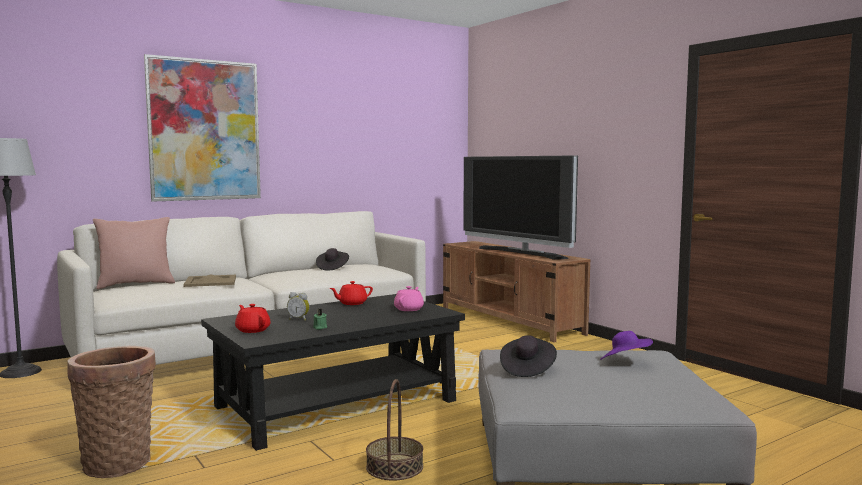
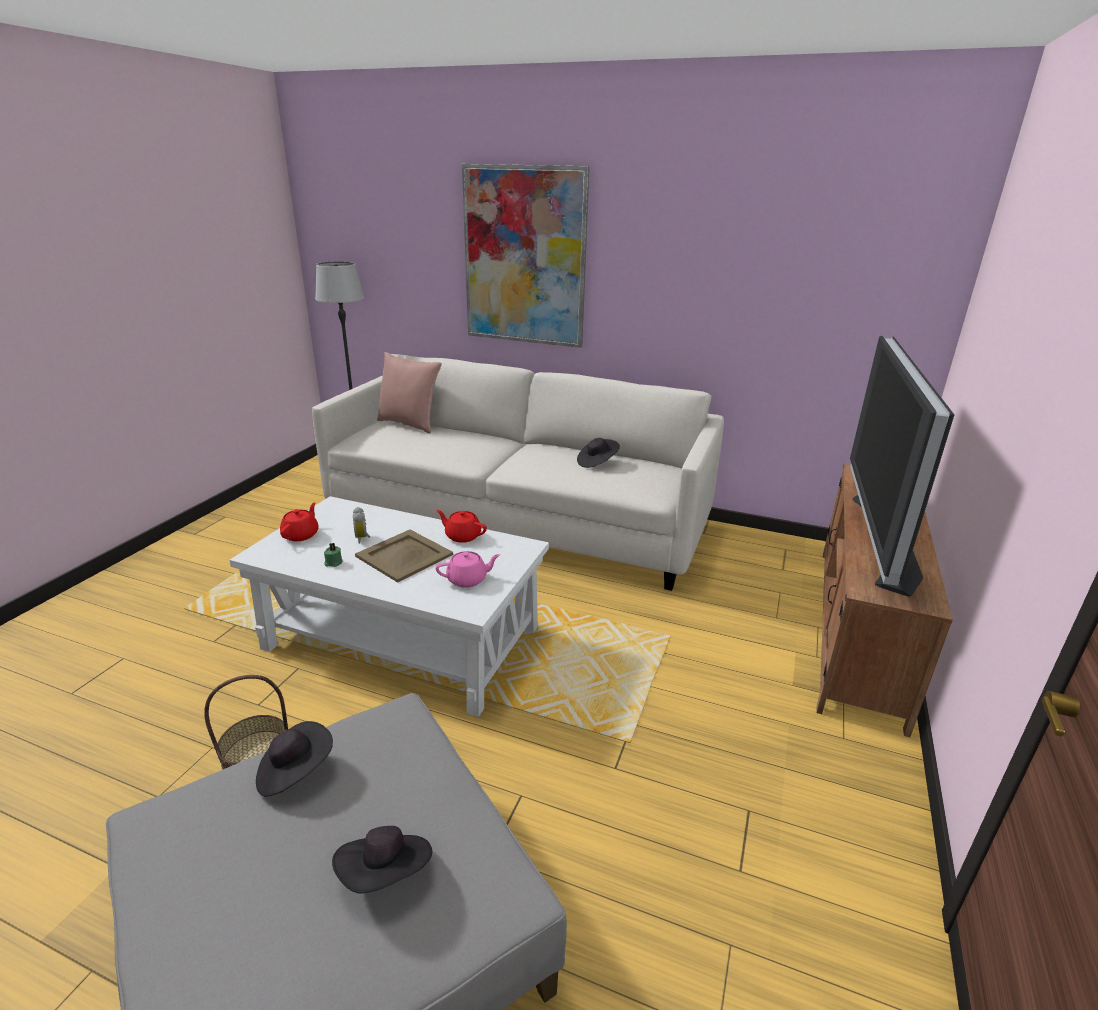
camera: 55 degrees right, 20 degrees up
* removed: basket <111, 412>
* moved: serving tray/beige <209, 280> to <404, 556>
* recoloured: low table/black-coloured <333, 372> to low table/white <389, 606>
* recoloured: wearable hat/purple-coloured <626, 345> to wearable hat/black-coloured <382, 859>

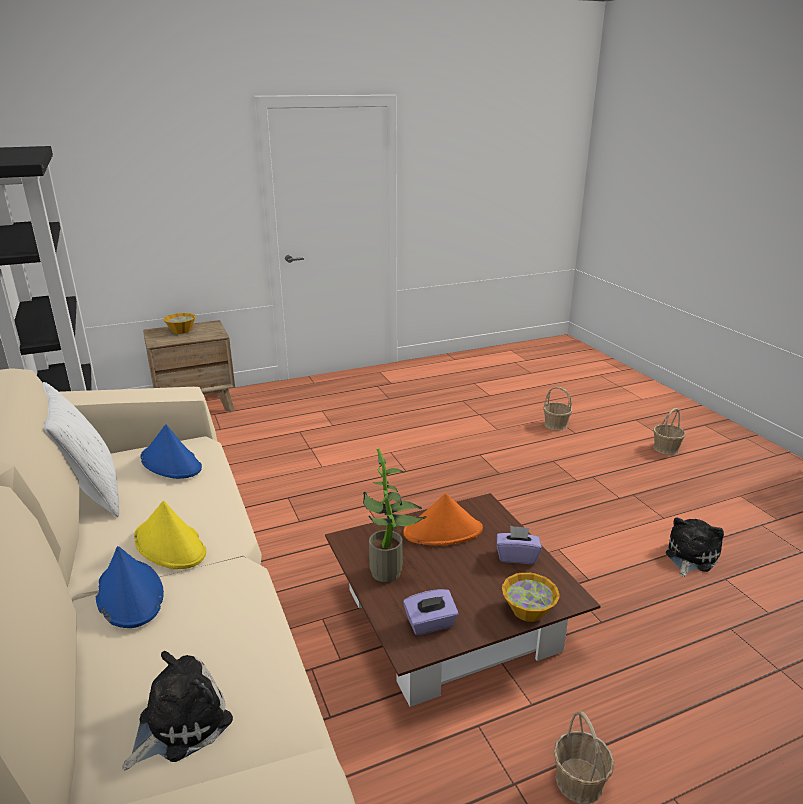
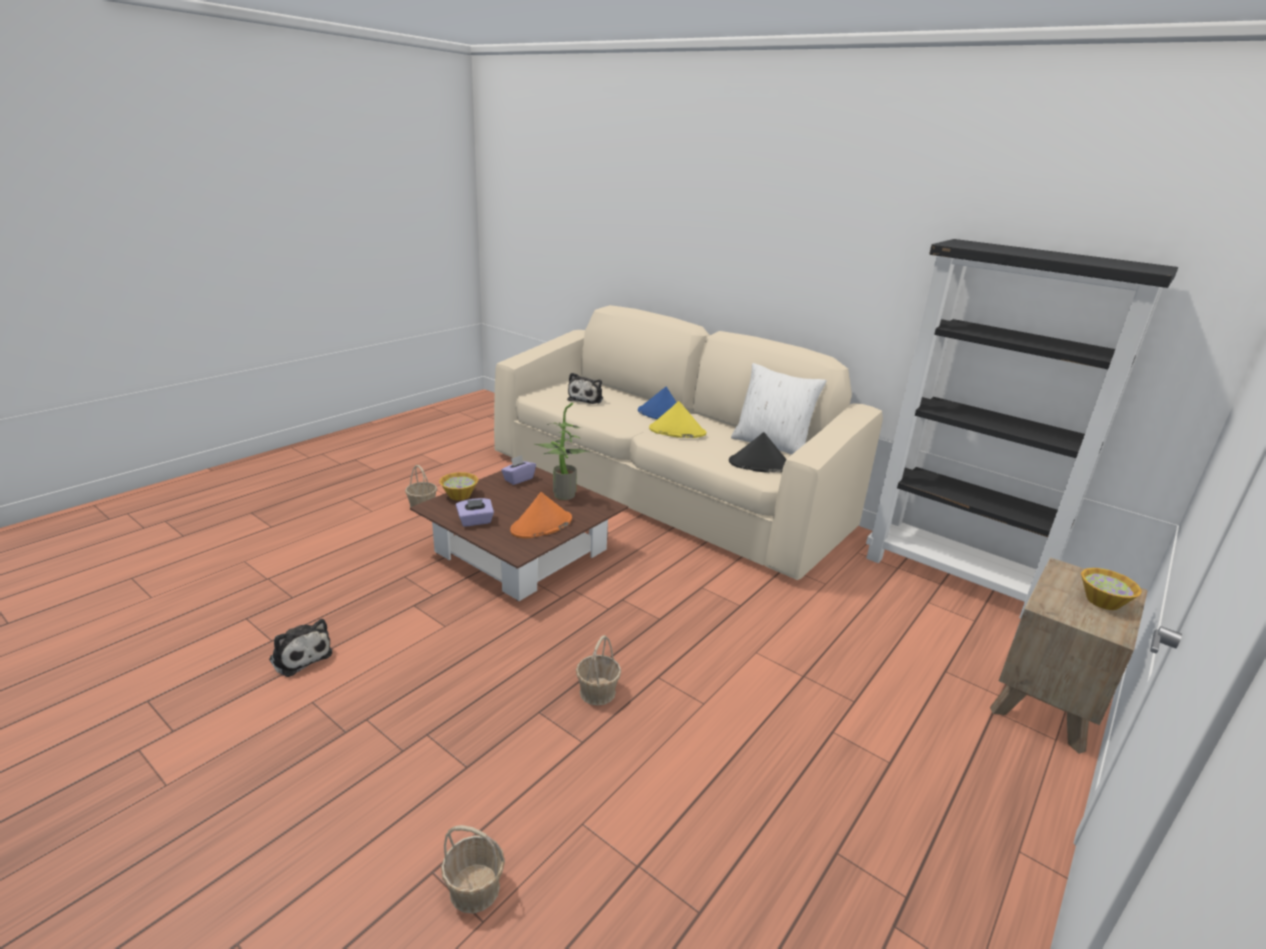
camera: 150 degrees right, 0 degrees up
* moved: basket <669, 431> to <598, 670>
* recoloured: wearable hat/blue-coloured <171, 452> to wearable hat/black-coloured <758, 452>
* turned: soft toy <695, 547> = <300, 648> 60 degrees counterclockwise

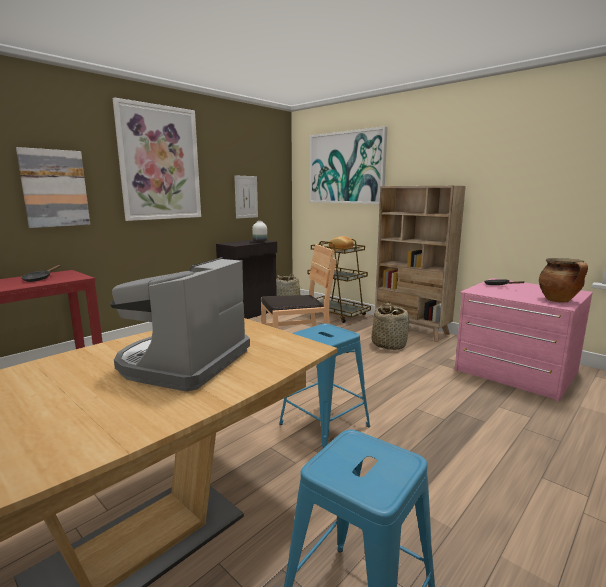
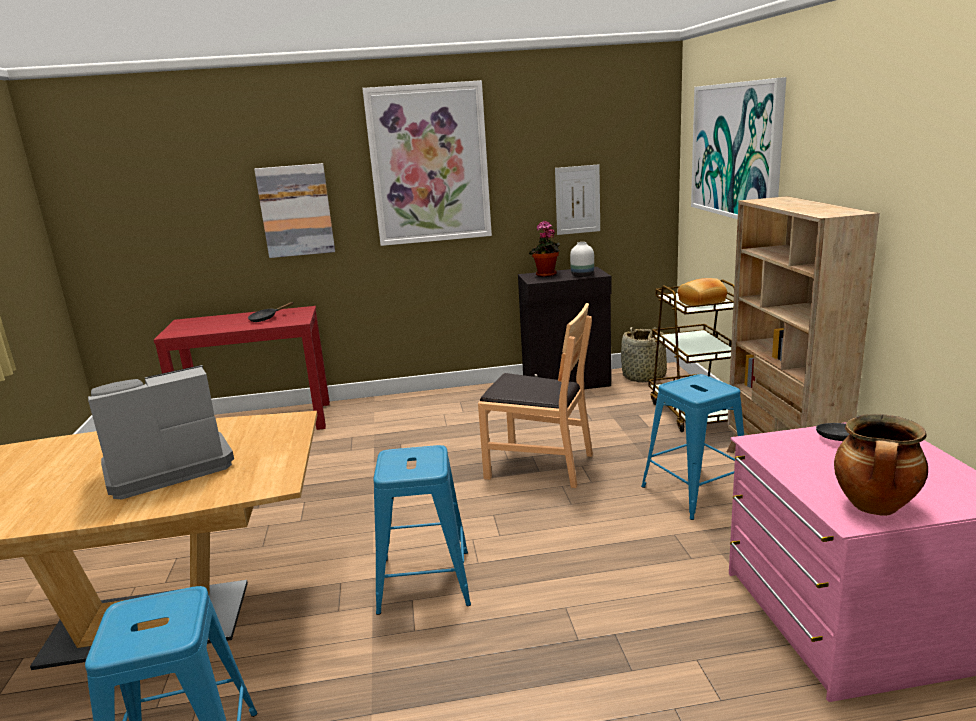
camera: 40 degrees right, 5 degrees up
* added: potted plant <544, 249>
* replaced: basket <390, 326> to stool/blue-coloured <692, 447>

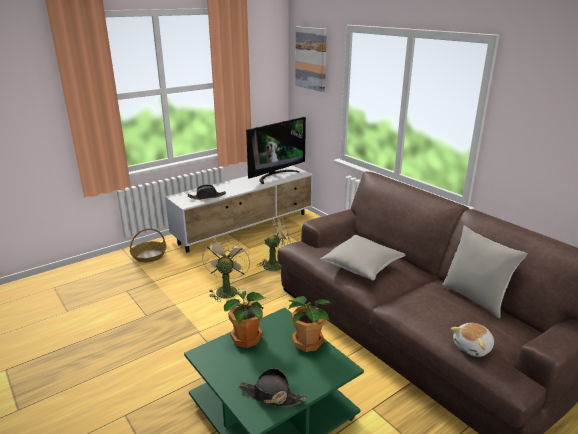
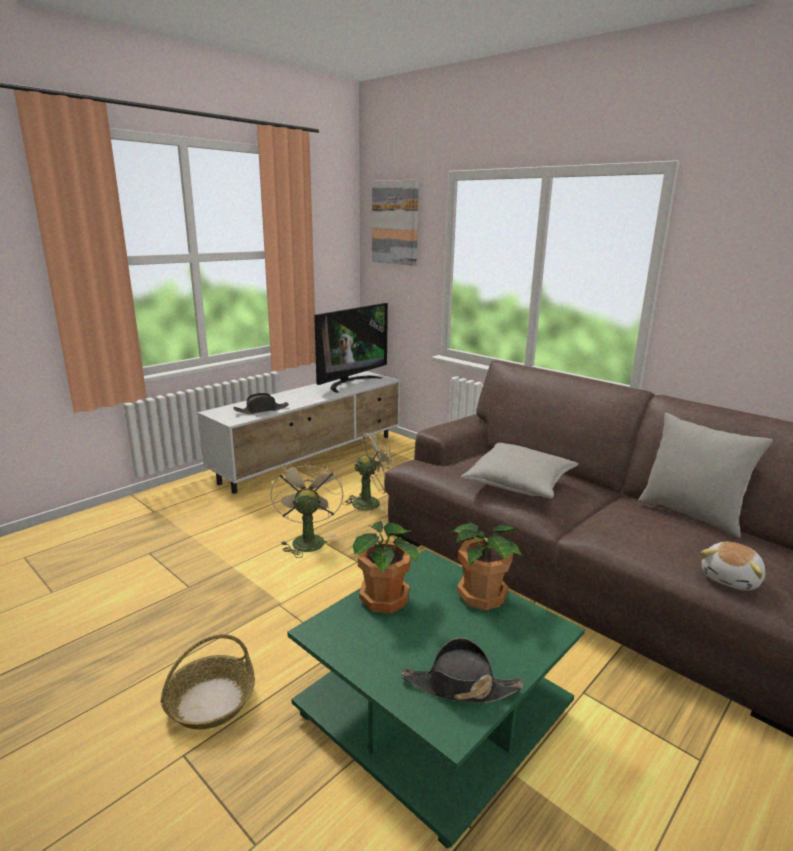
camera: 10 degrees left, 5 degrees down
* moved: basket <148, 245> to <208, 682>

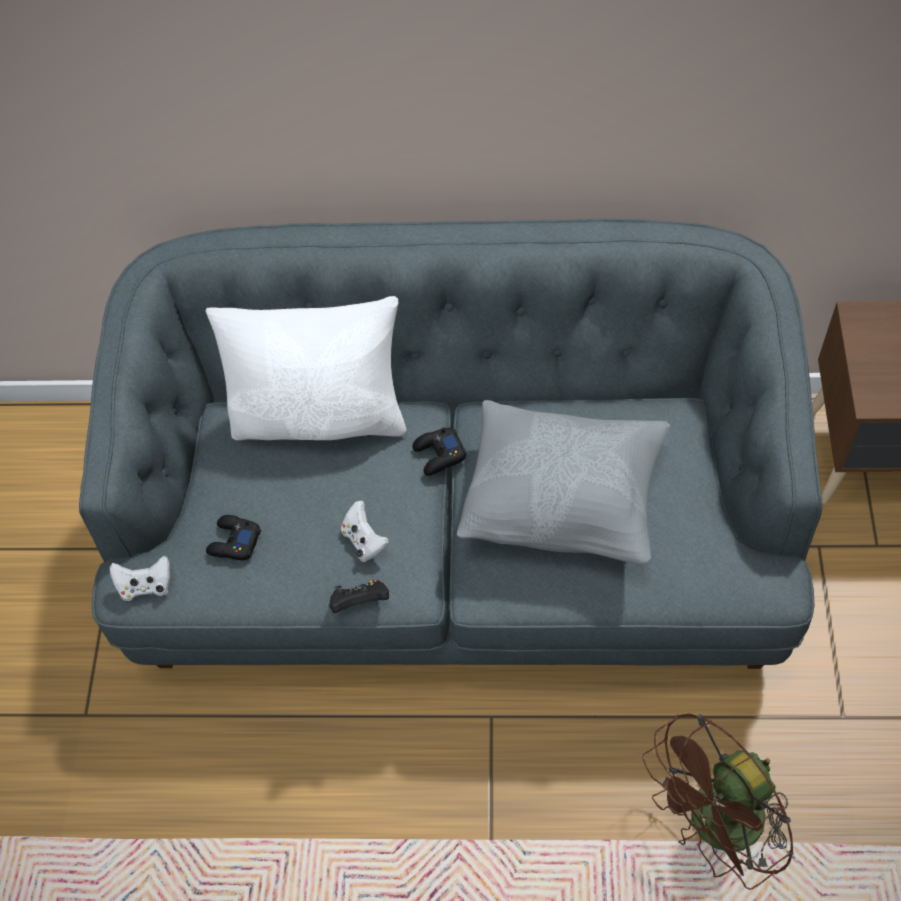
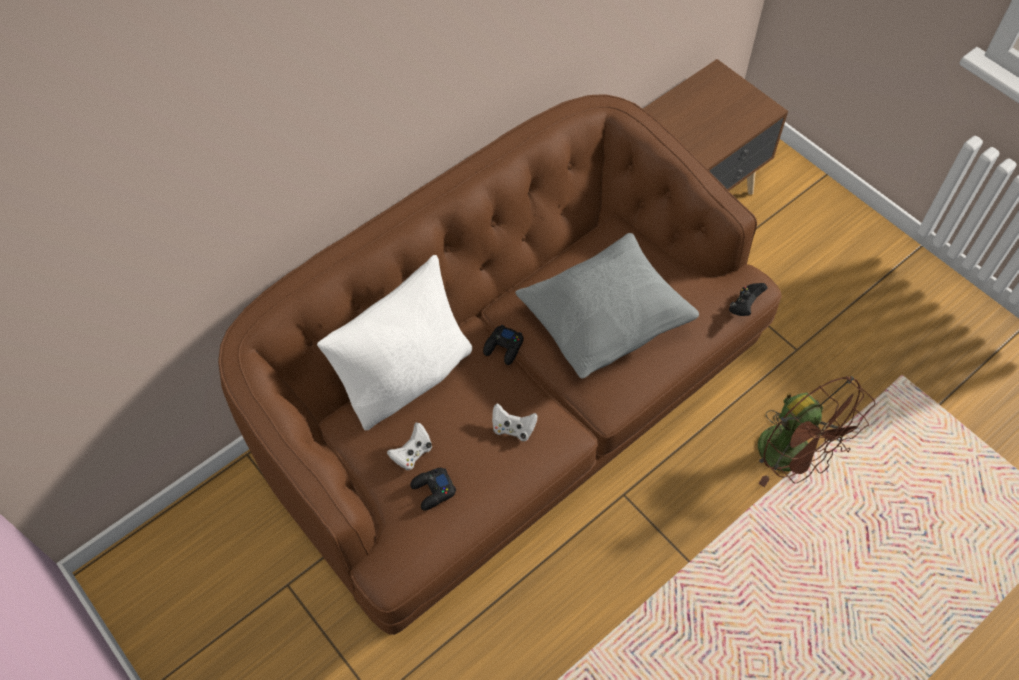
camera: 45 degrees left, 0 degrees up
* moved: gamepad/white <140, 578> to <409, 446>
* moved: gamepad/black-coloured <359, 596> to <748, 299>
* recoloured: settee/grey <450, 444> to settee/brown <500, 364>
* turned: electric fan/brown <718, 802> = <816, 431> 45 degrees counterclockwise

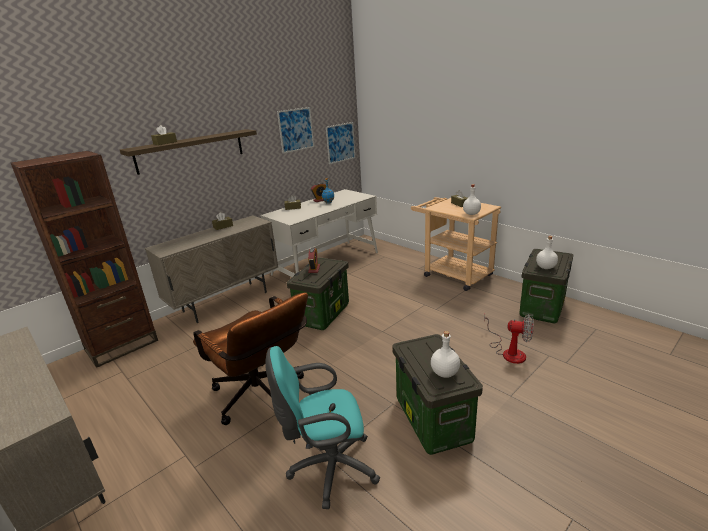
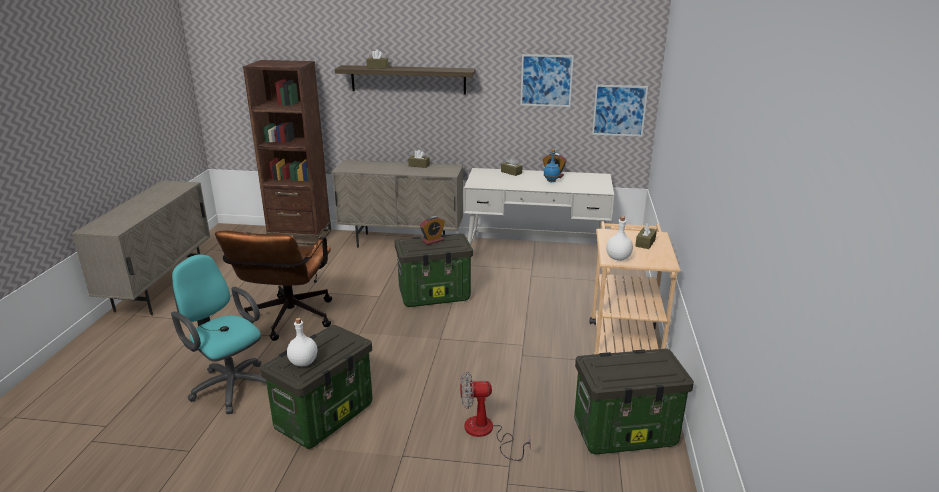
camera: 50 degrees right, 0 degrees up
* removed: drink bottle/white <547, 252>
* turned: electric fan <509, 339> = <495, 416> 105 degrees clockwise

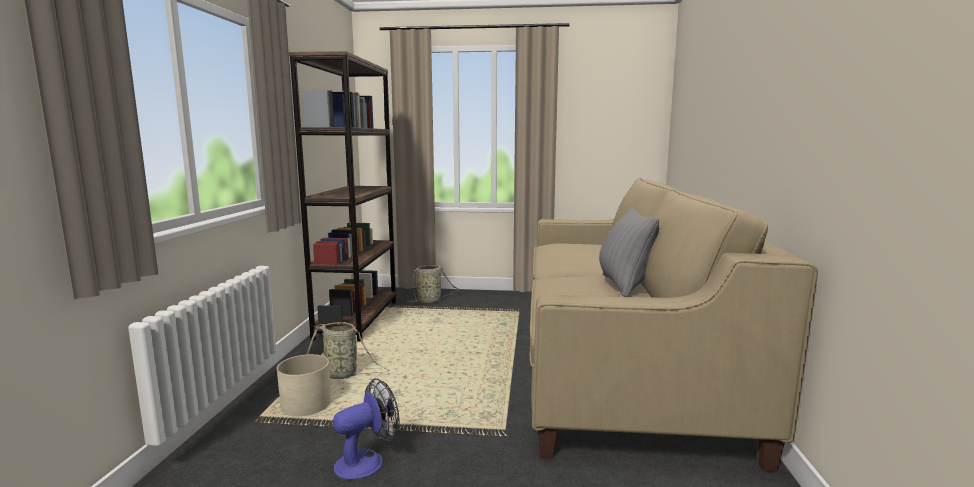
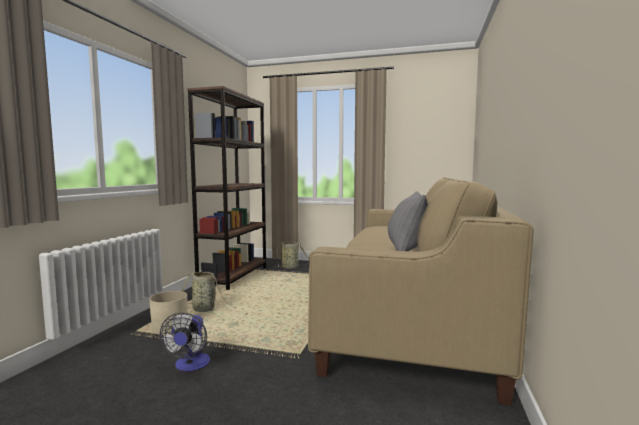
camera: 10 degrees right, 5 degrees down
* turned: electric fan <366, 429> = <185, 342> 120 degrees clockwise

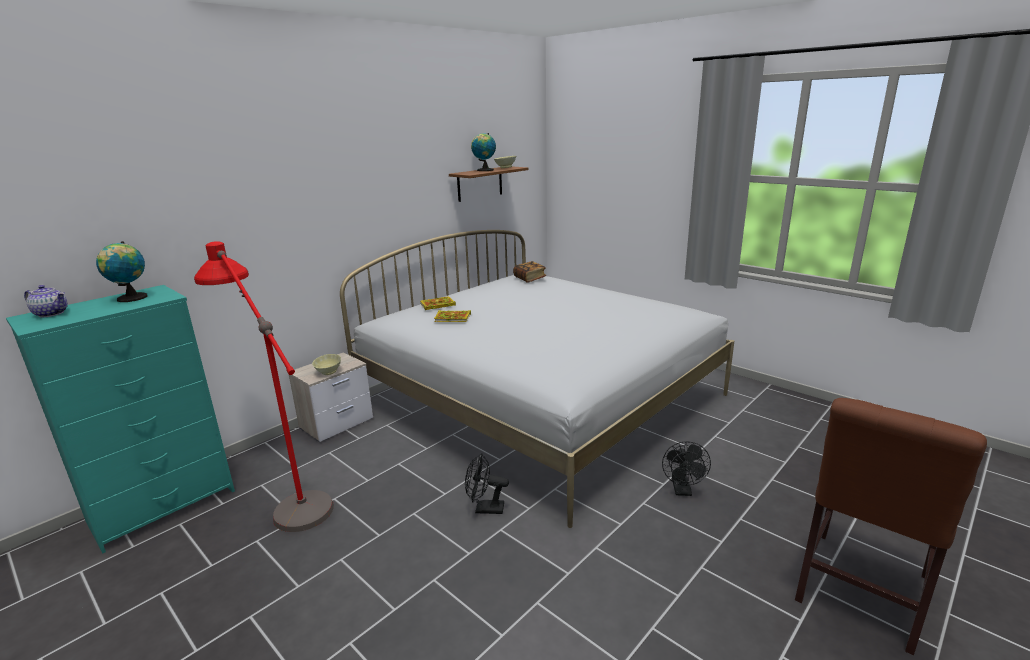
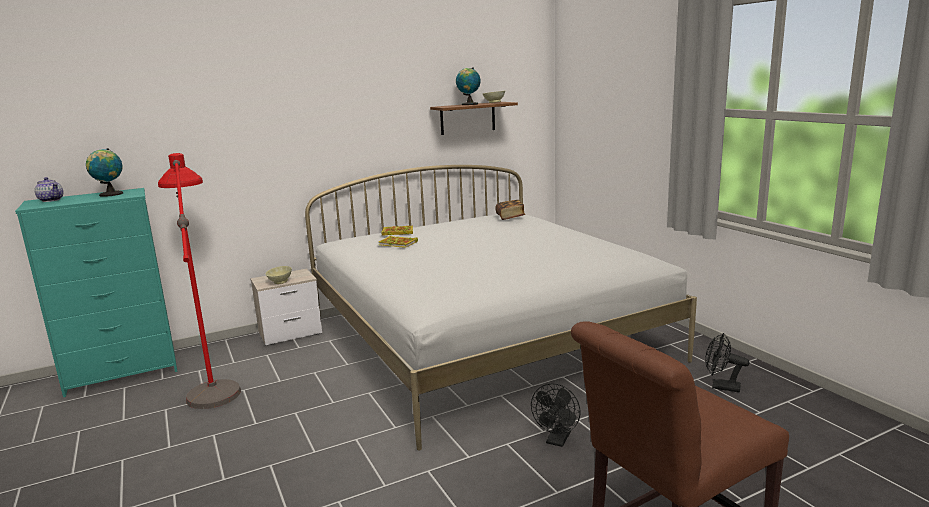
camera: 20 degrees right, 5 degrees down
* moved: electric fan/black-coloured <487, 483> to <727, 362>

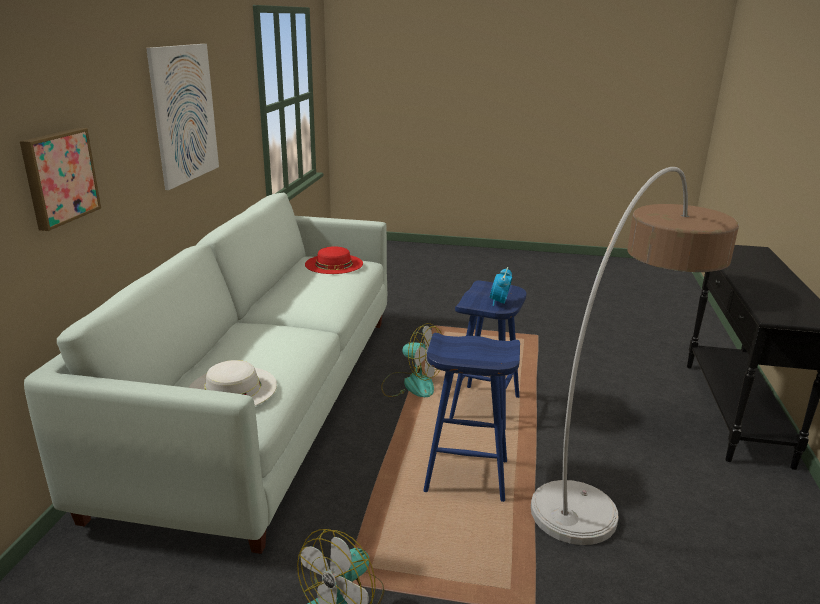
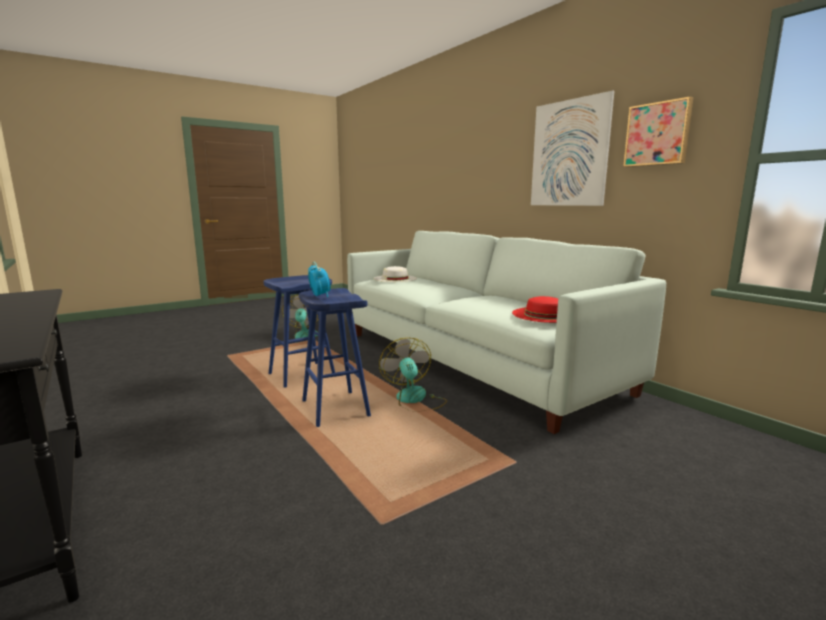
camera: 135 degrees right, 10 degrees down
* removed: standard lamp <635, 356>
* moved: wall picture <60, 179> to <658, 131>
* turned: electric fan <411, 360> = <413, 375> 90 degrees clockwise

